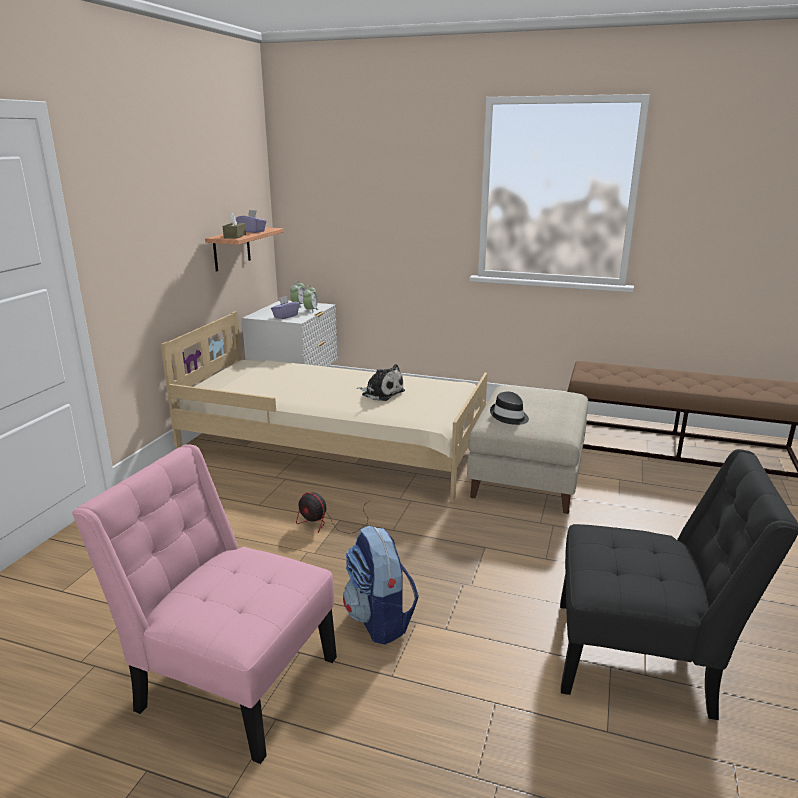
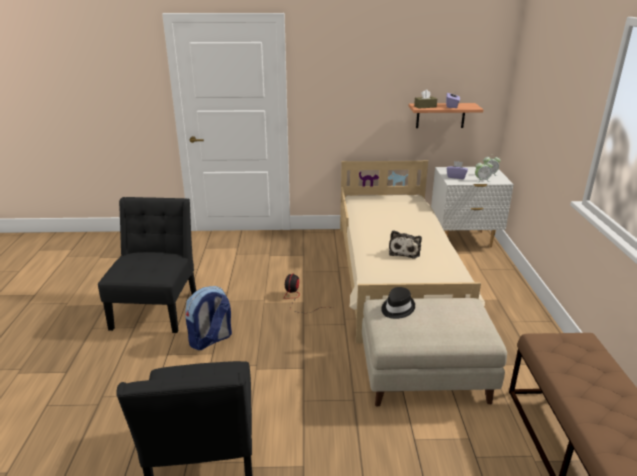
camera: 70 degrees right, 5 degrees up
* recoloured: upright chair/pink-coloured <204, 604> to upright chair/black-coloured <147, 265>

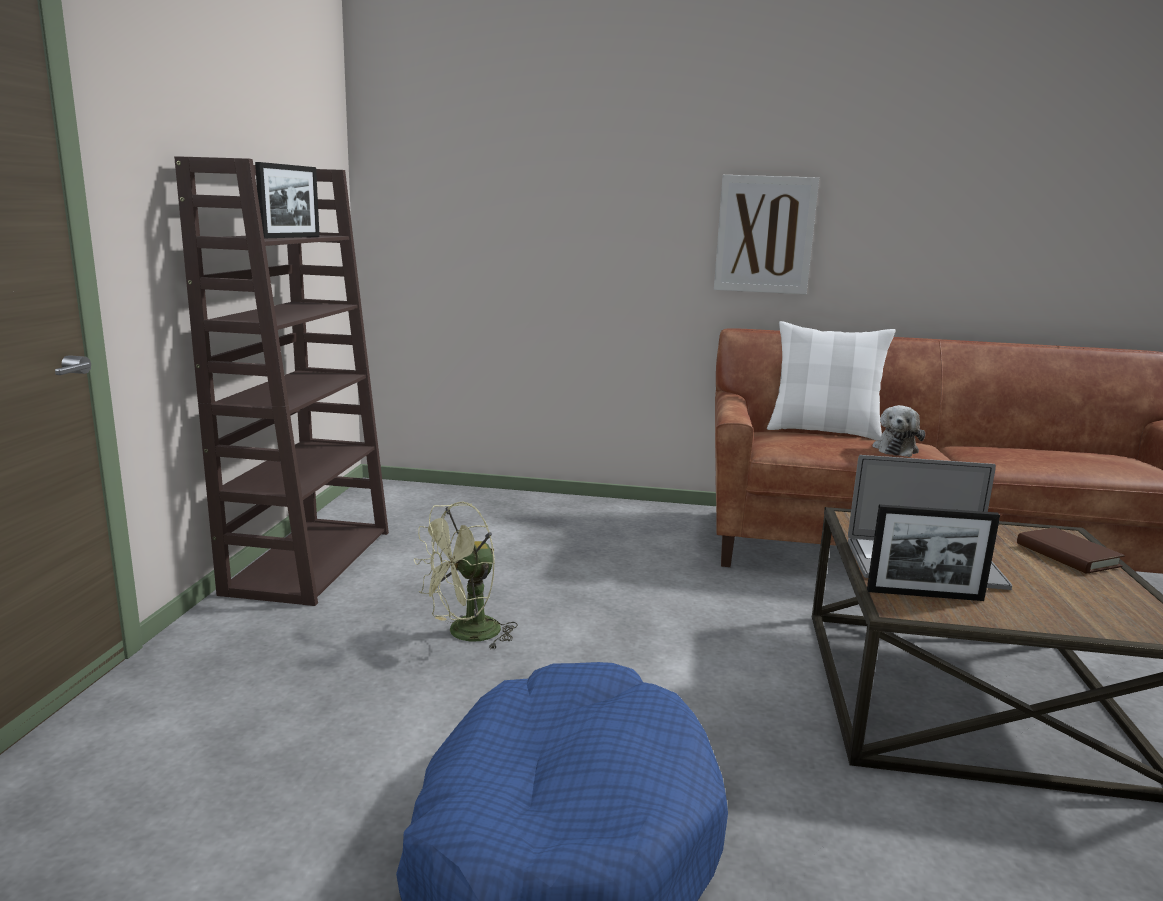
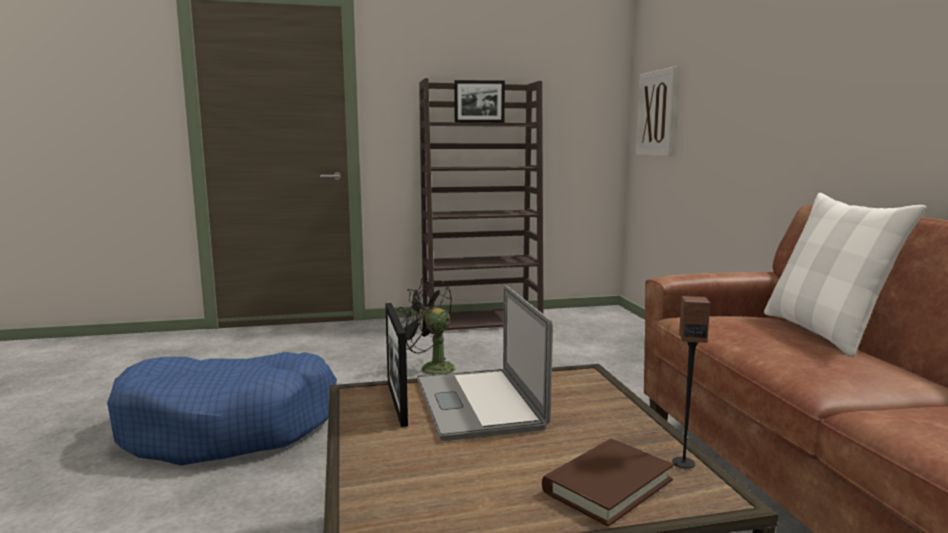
camera: 70 degrees right, 5 degrees down
* removed: soft toy <898, 431>
* added: loudspeaker <691, 382>
* moved: wall picture <766, 234> to <656, 111>
* recoloured: electric fan/green-coloured <466, 576> to electric fan/black-coloured <426, 327>

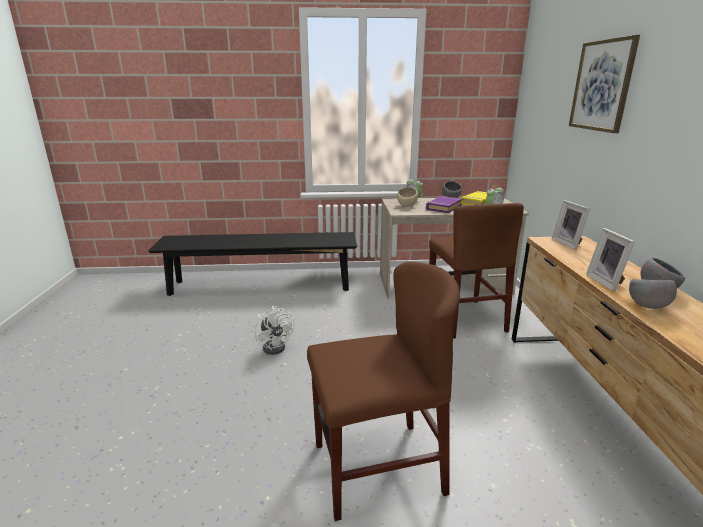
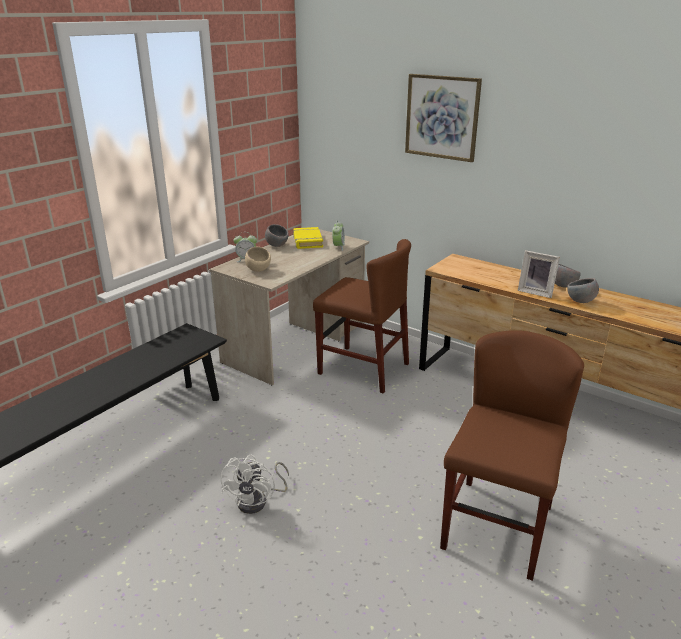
camera: 50 degrees left, 5 degrees up
* removed: book/purple-coloured <444, 204>
* removed: photo frame <571, 225>
* turned: electric fan/white <274, 330> = <255, 484> 90 degrees clockwise

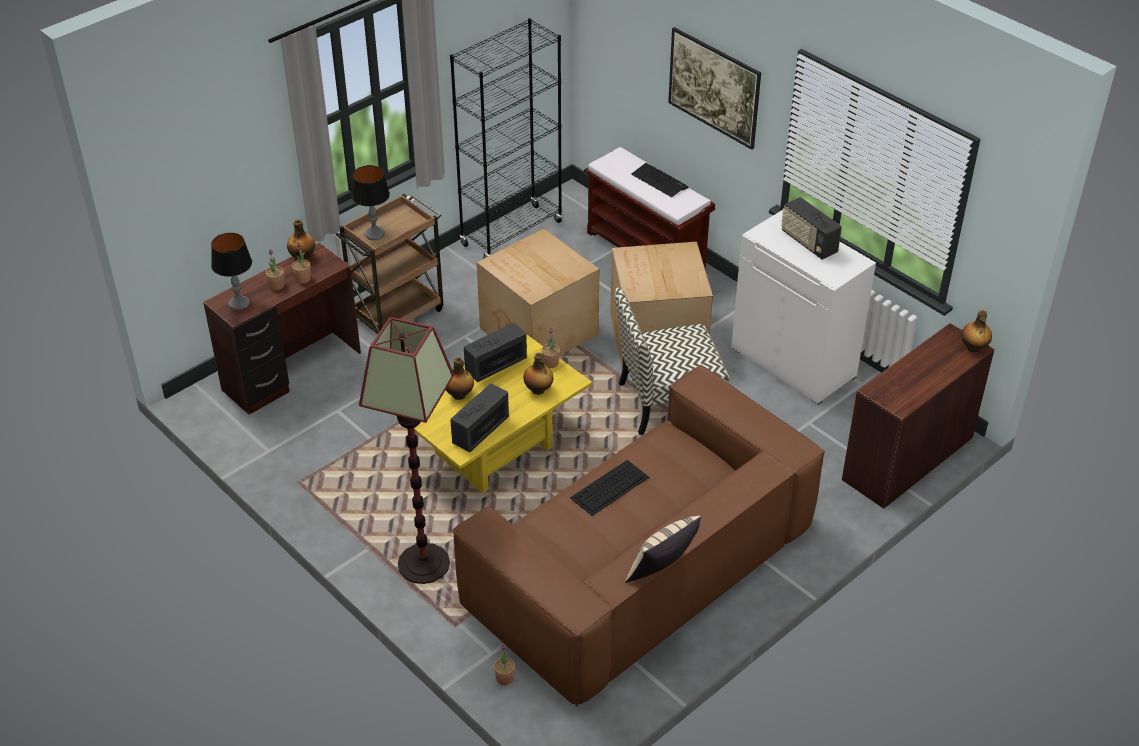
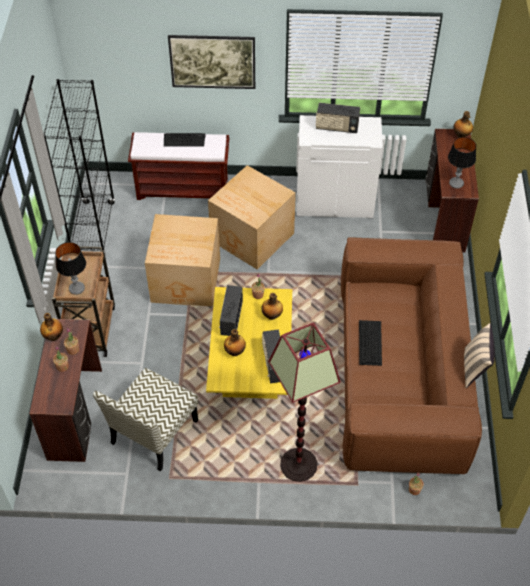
camera: 45 degrees left, 10 degrees up
* moved: tabletop lamp <231, 272> to <462, 163>
* moved: upright chair <672, 361> to <145, 420>

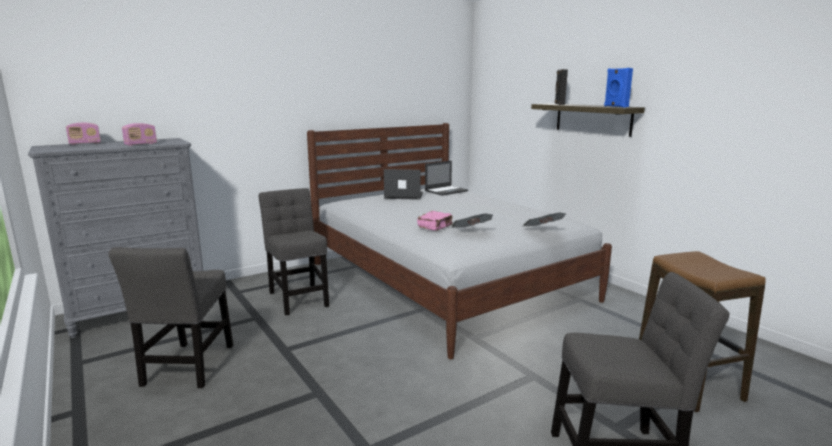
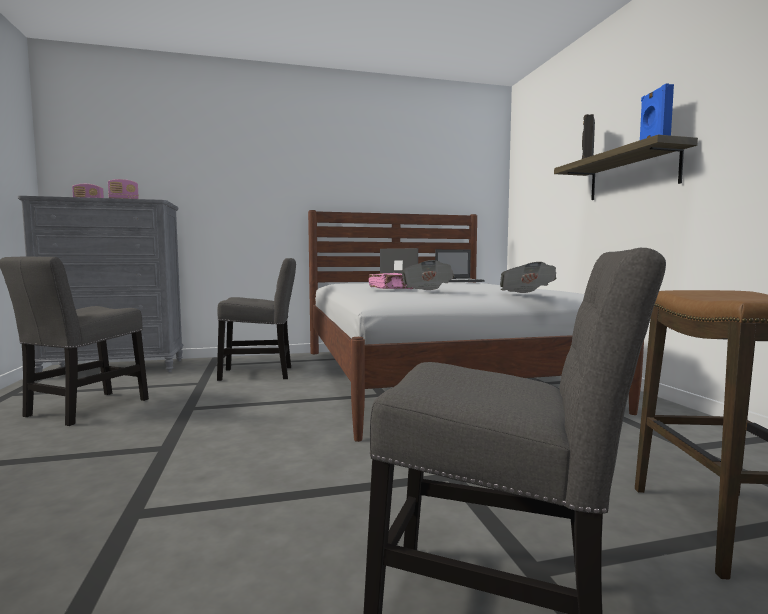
camera: 20 degrees right, 10 degrees down
* turned: upright chair/grey <294, 251> = <256, 319> 90 degrees clockwise

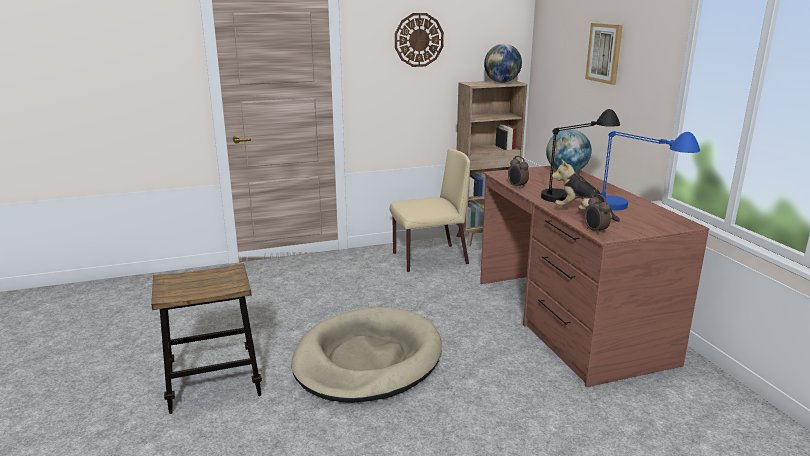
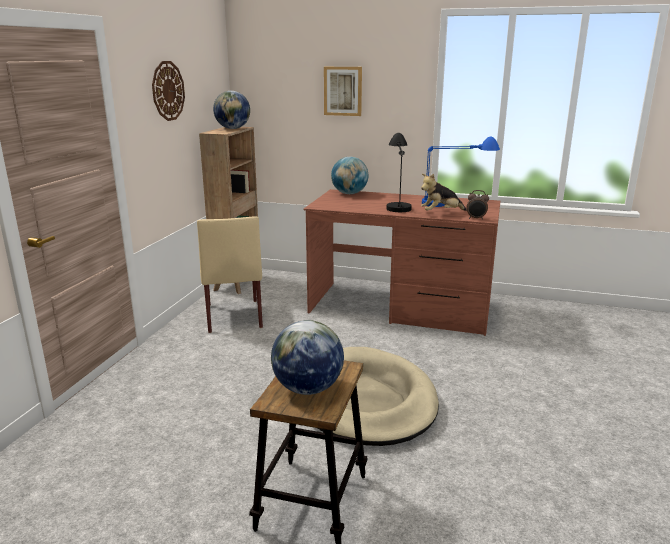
camera: 55 degrees left, 0 degrees up
* removed: table clock <518, 172>
* added: world globe <307, 357>
* turned: upright chair/beige <429, 210> = <230, 274> 150 degrees clockwise

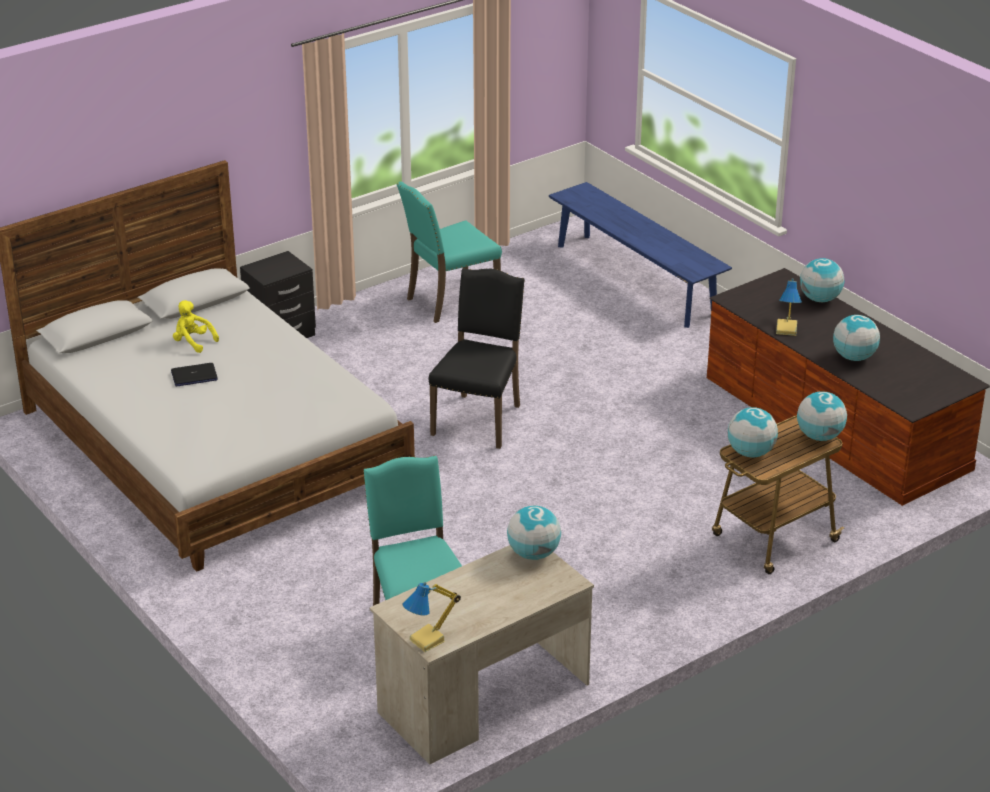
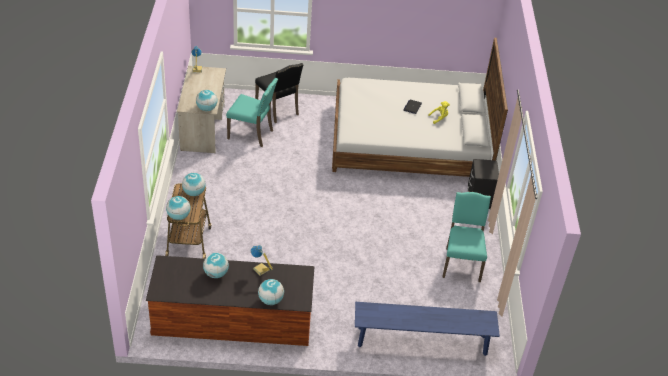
camera: 125 degrees right, 10 degrees up
* moved: upright chair/black-coloured <477, 358> to <279, 93>

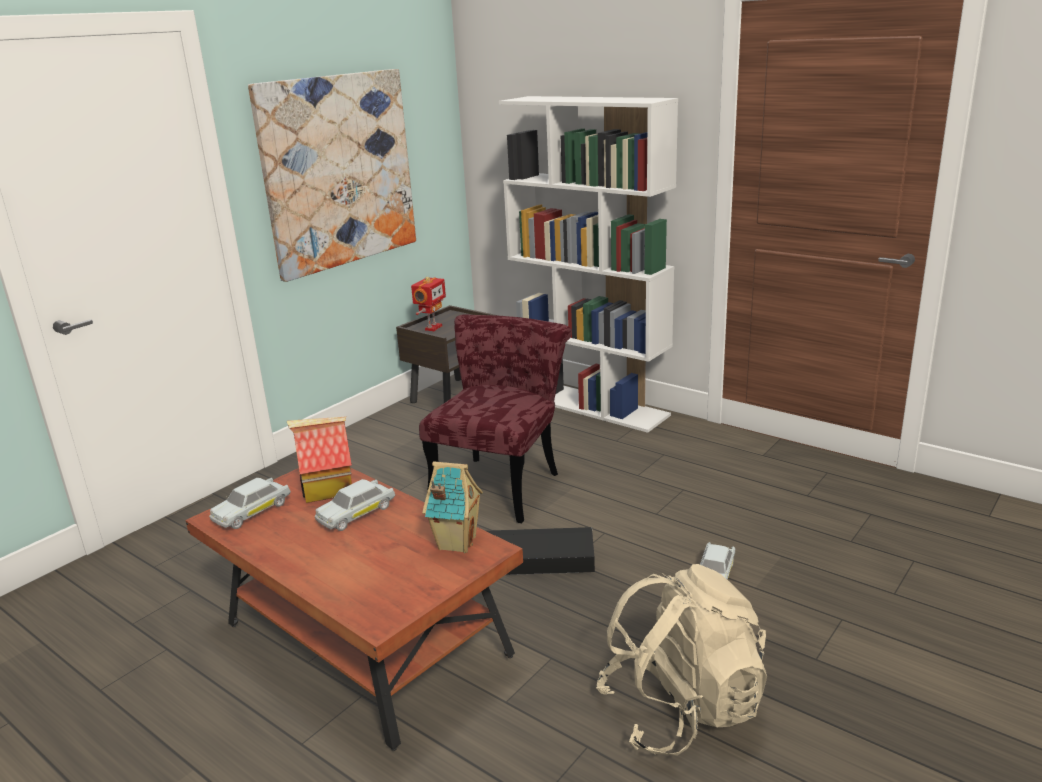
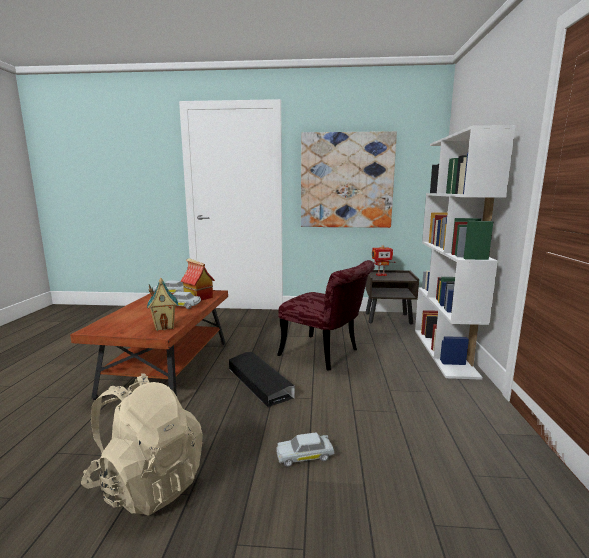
camera: 55 degrees right, 10 degrees down
* turned: upright chair/red-coloured <495, 419> = <326, 315> 45 degrees clockwise

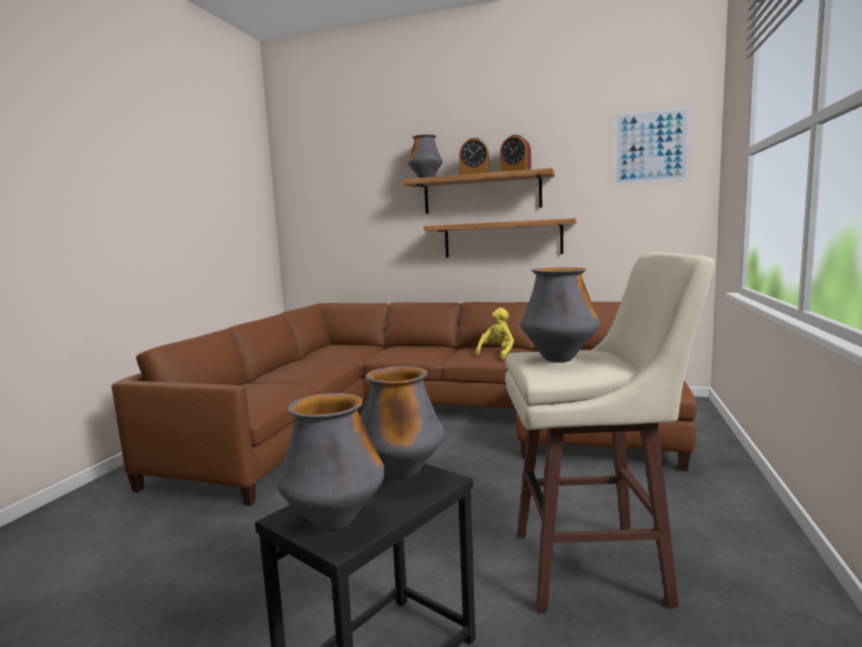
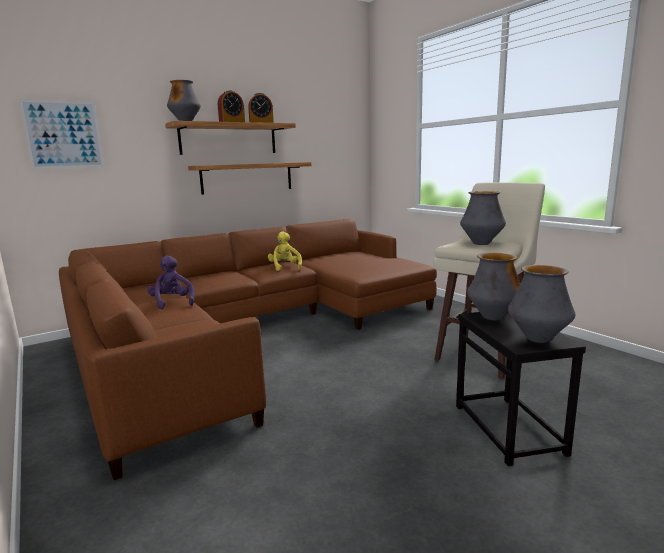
camera: 50 degrees left, 5 degrees up
* added: soft toy/purple-coloured <171, 282>
* moved: wall picture <652, 146> to <61, 134>

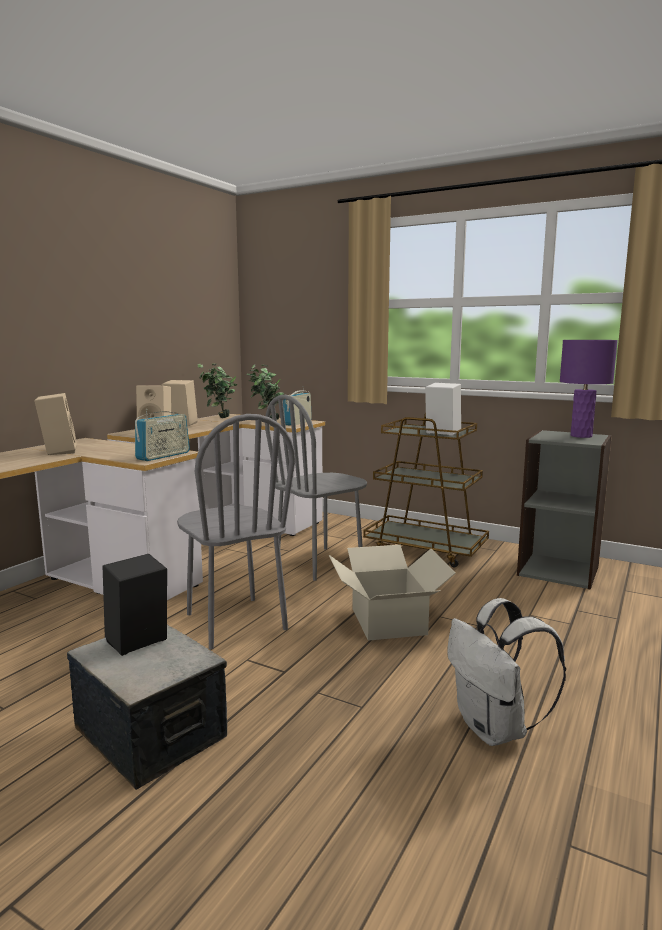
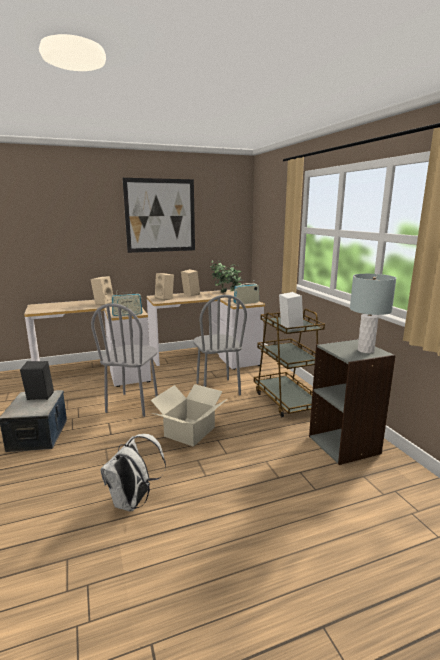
camera: 40 degrees right, 5 degrees up
* added: wall picture <159, 215>
* recoloured: tabletop lamp/purple-coloured <589, 389> to tabletop lamp/grey <373, 313>
* turned: upright chair/grey <316, 488> = <220, 345> 105 degrees counterclockwise

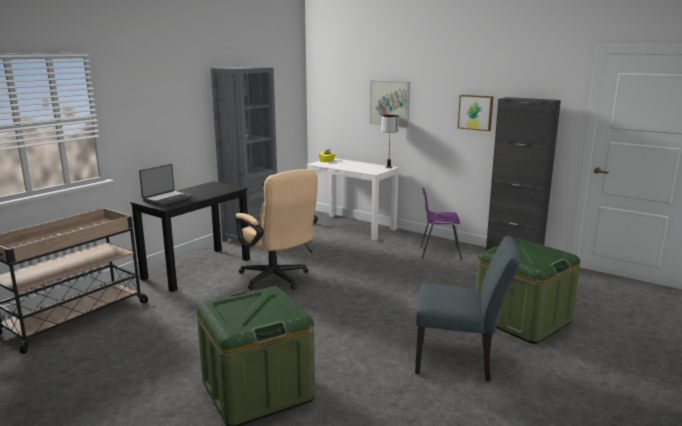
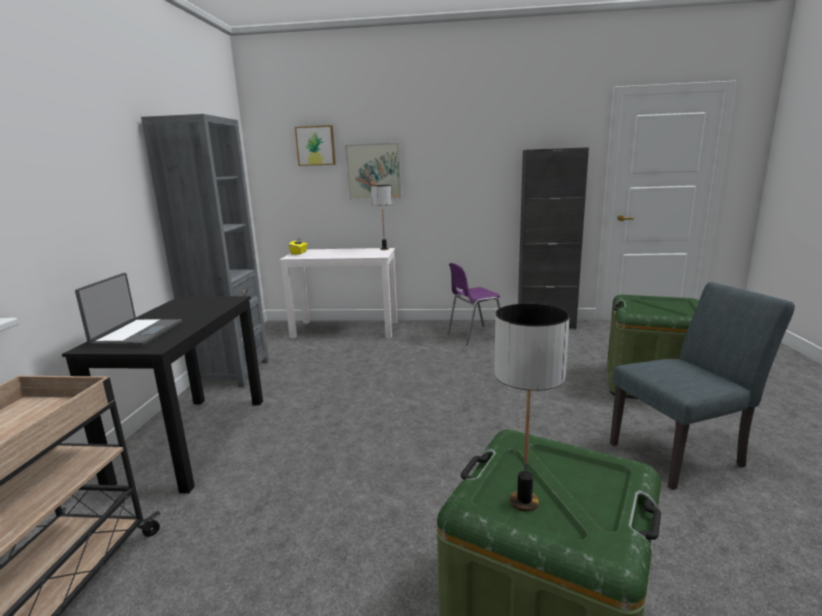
camera: 30 degrees left, 0 degrees up
* removed: computer chair/beige <277, 229>
* added: tabletop lamp <532, 407>
* moved: wall picture <475, 113> to <315, 145>

